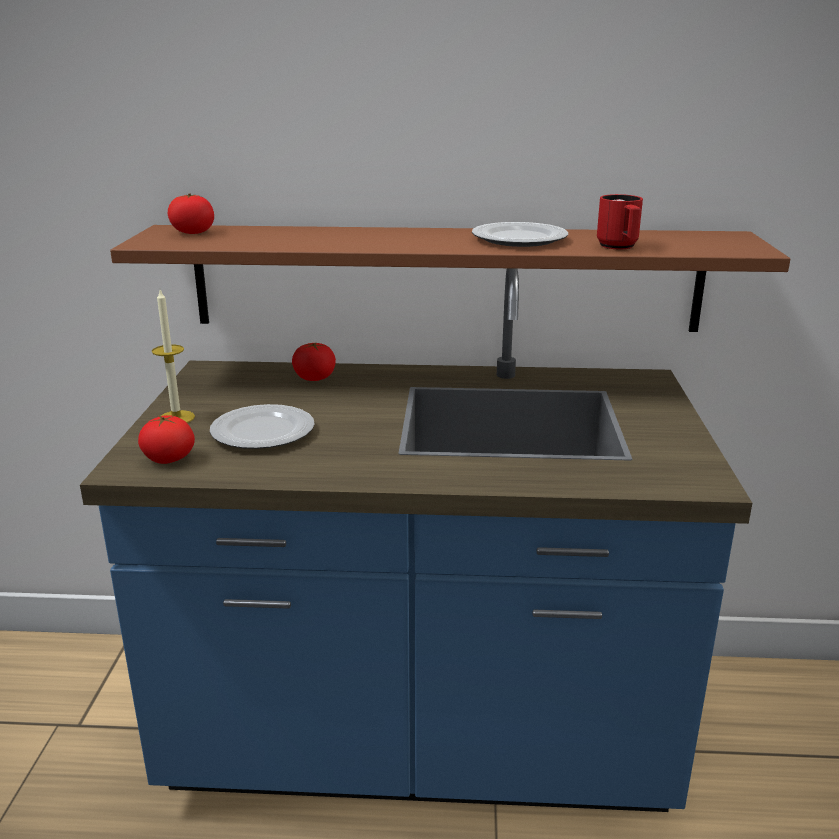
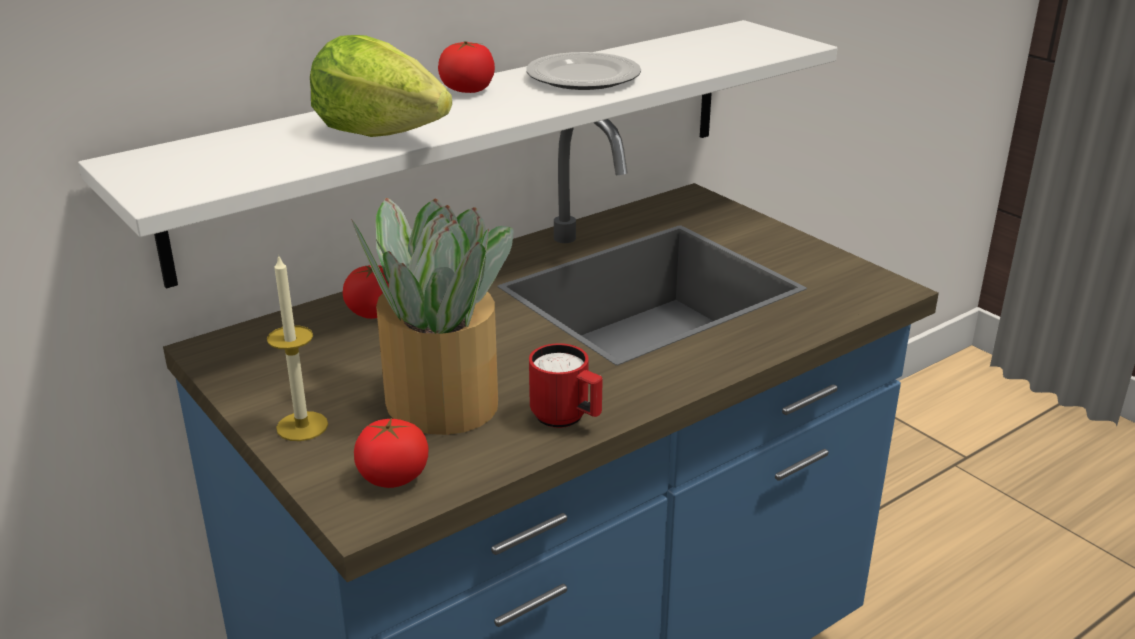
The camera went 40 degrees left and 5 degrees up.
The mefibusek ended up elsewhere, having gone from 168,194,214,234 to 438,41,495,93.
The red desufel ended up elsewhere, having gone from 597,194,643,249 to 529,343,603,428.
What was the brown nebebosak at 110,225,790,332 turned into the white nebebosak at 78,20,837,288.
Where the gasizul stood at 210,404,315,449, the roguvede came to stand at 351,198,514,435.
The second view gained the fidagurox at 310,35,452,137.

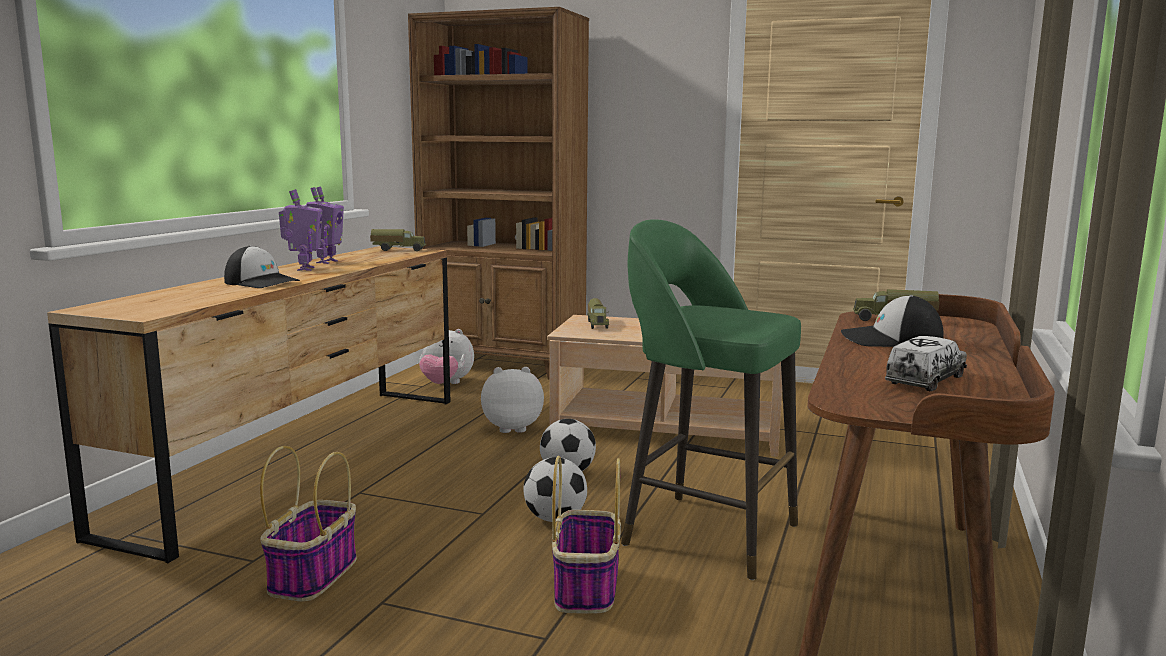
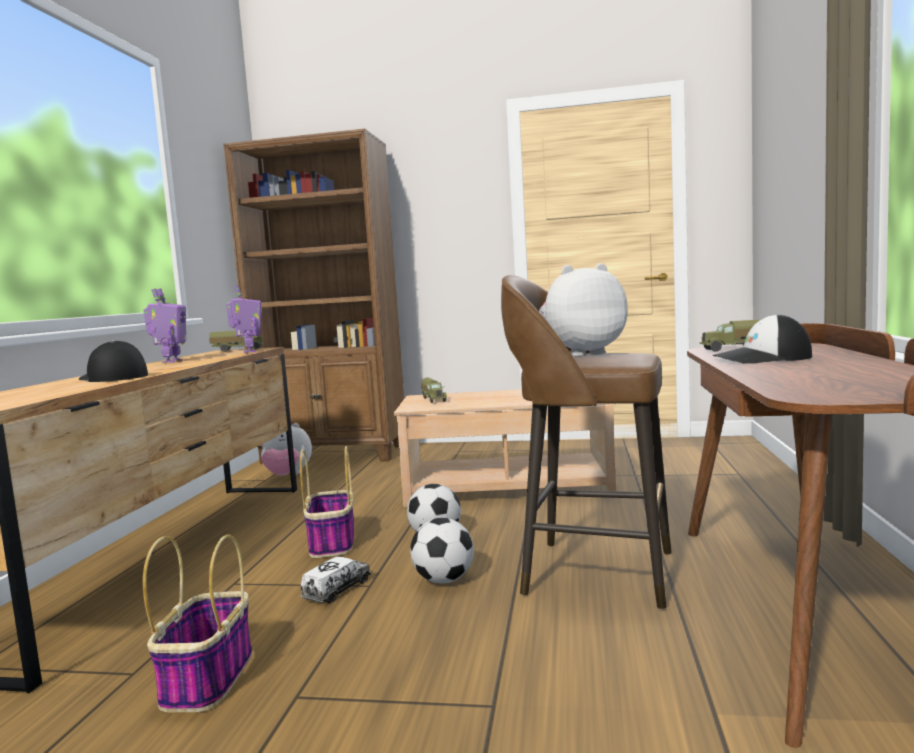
The camera went 10 degrees left and 5 degrees down.
The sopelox ended up elsewhere, having gone from 279,189,322,271 to 226,285,262,353.
What was the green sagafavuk at 621,219,801,580 turned into the brown sagafavuk at 501,275,672,610.
The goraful at 224,246,300,288 ended up facing another way, 150 degrees counterclockwise from before.
The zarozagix ended up elsewhere, having gone from 885,336,967,391 to 301,557,371,604.
The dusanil ended up elsewhere, having gone from 481,367,544,433 to 539,263,628,357.
The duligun ended up elsewhere, having gone from 552,456,621,614 to 300,446,354,558.

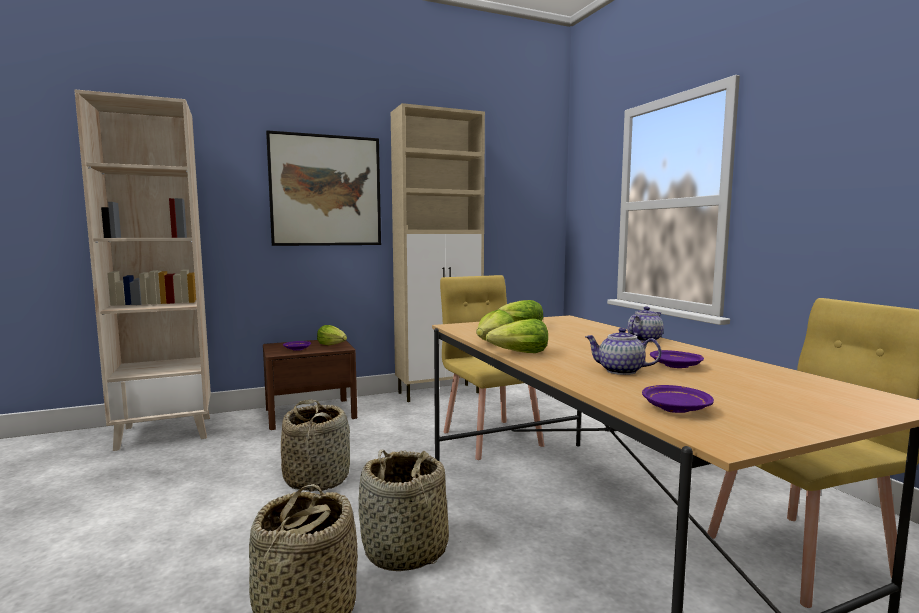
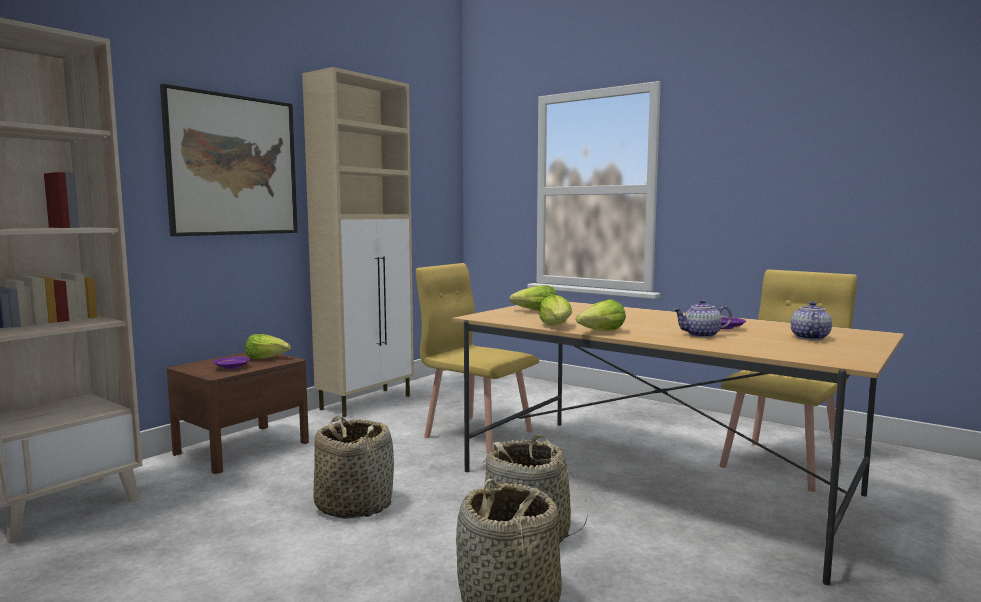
The camera went 30 degrees left and 0 degrees up.
The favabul ended up elsewhere, having gone from 627,306,664,342 to 791,302,832,340.
The second view lost the purple gasizul at 642,385,714,413.

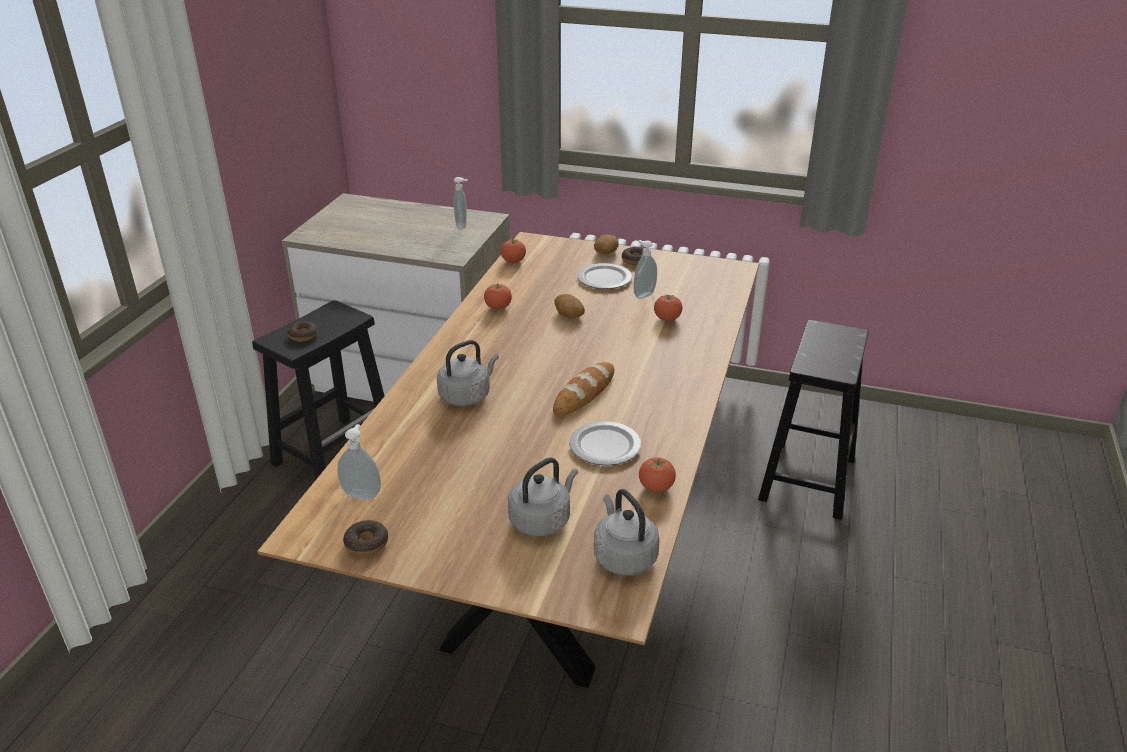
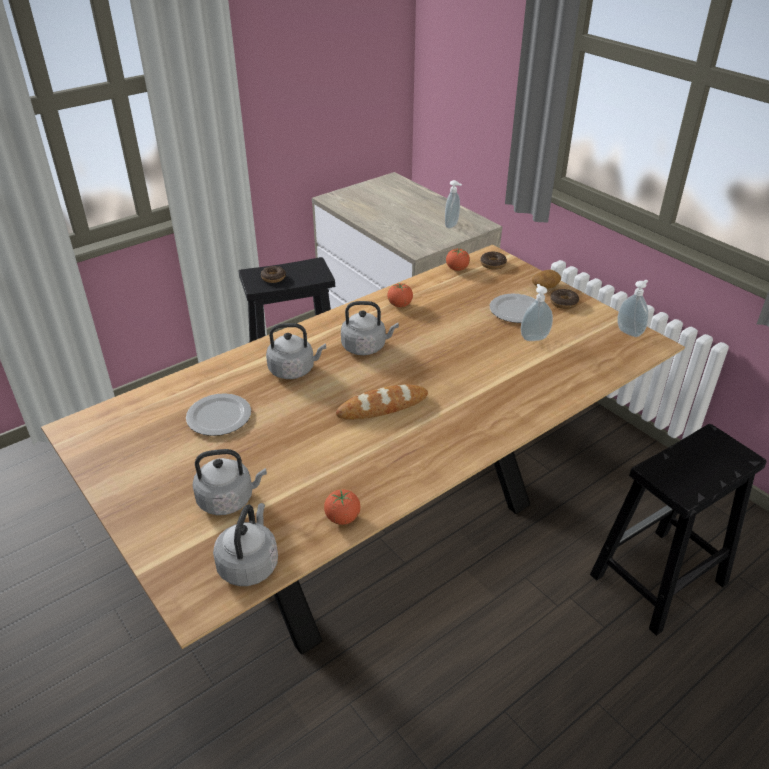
The camera went 35 degrees right and 5 degrees up.
The second view lost the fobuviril at 555,294,585,319.
The second view lost the mefibusek at 654,294,682,321.
The gasizul ended up elsewhere, having gone from 569,421,641,465 to 186,393,251,436.
The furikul ended up elsewhere, having gone from 337,424,381,500 to 618,280,649,337.
The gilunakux ended up elsewhere, having gone from 343,520,388,556 to 480,252,507,270.
The second view gained the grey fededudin at 341,301,399,355.

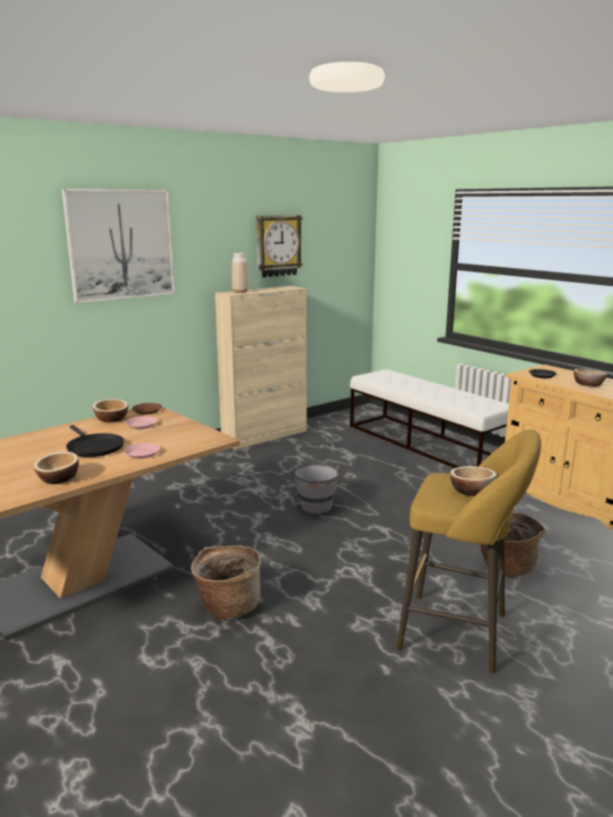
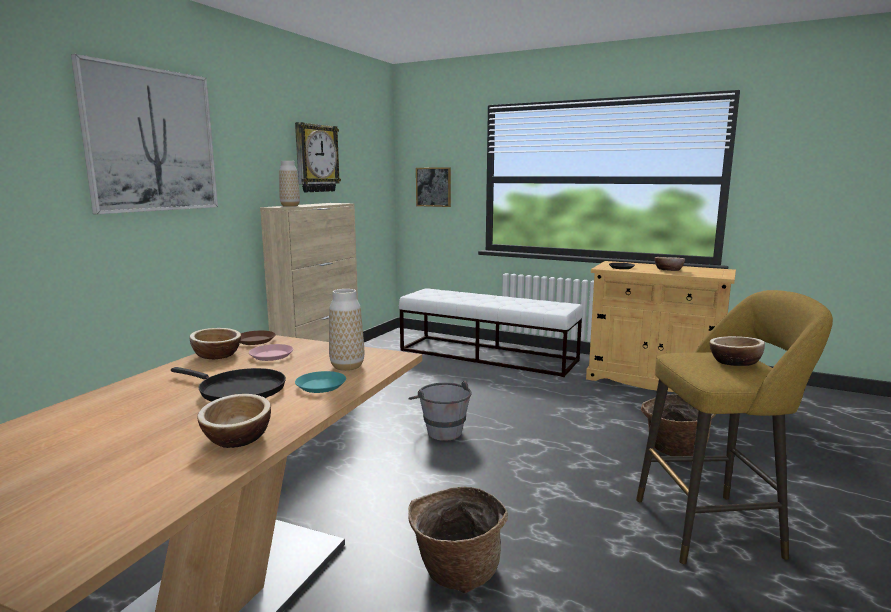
The camera went 25 degrees left and 5 degrees down.
What was the pink gasizul at 124,443,160,459 turned into the turquoise gasizul at 295,371,346,393.
The second view gained the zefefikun at 416,167,451,207.
The second view gained the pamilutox at 329,289,364,371.

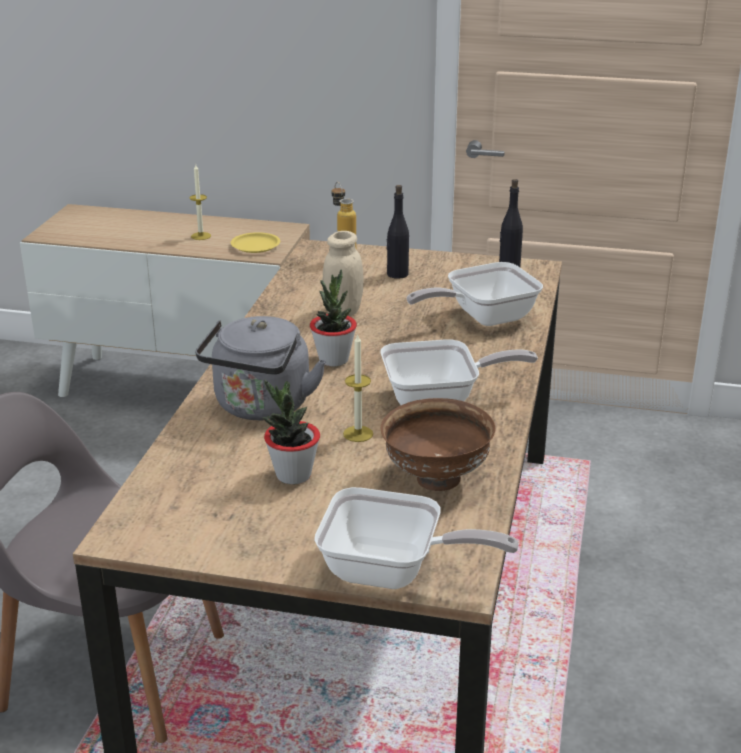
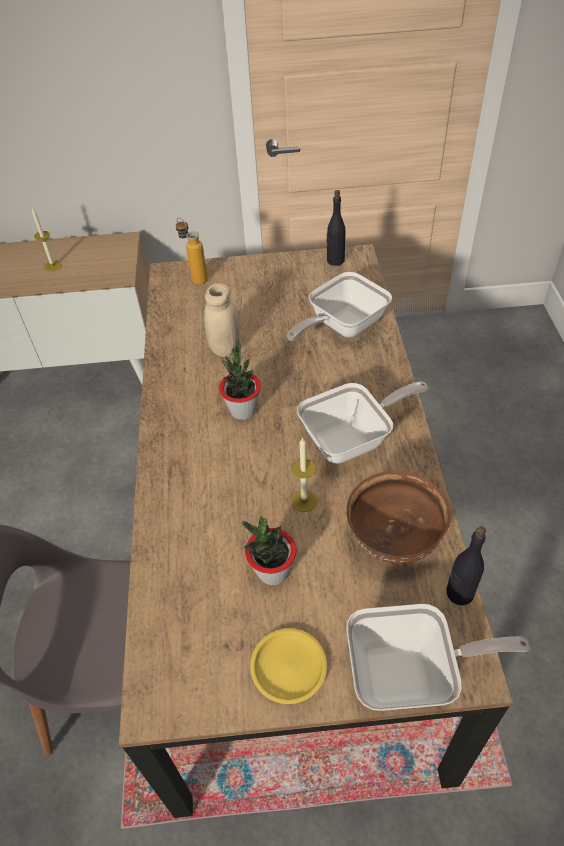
The camera went 15 degrees left and 20 degrees up.
The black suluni ended up elsewhere, having gone from 386,185,409,279 to 446,526,486,605.
The yellow gasizul ended up elsewhere, having gone from 231,232,280,253 to 250,628,327,704.
The second view lost the grey fededudin at 196,316,326,420.

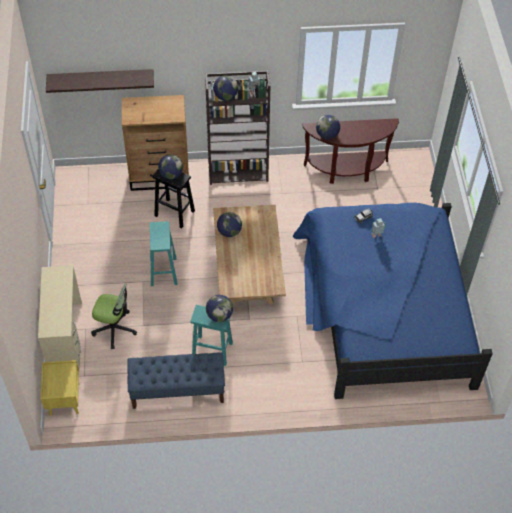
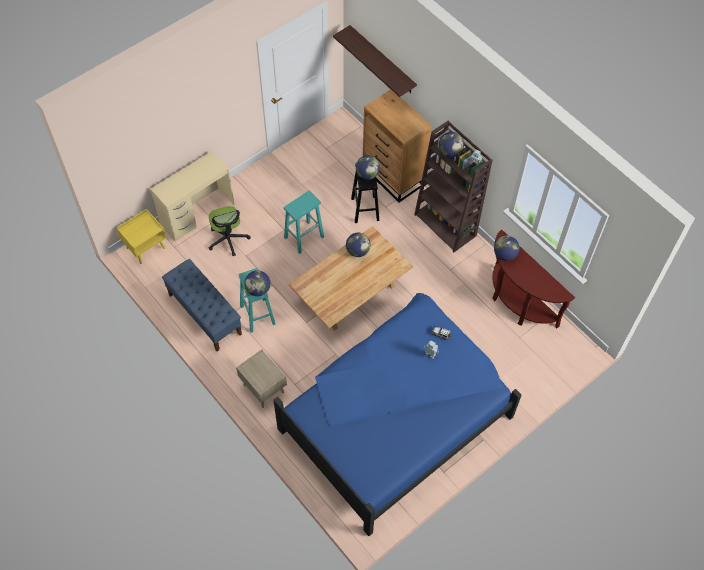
The camera went 55 degrees right and 5 degrees up.
The second view gained the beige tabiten at 236,349,287,408.

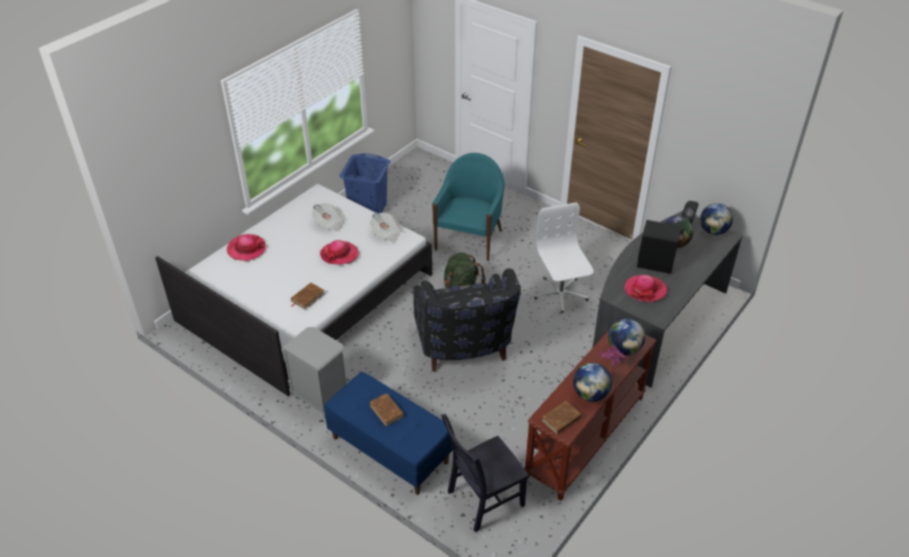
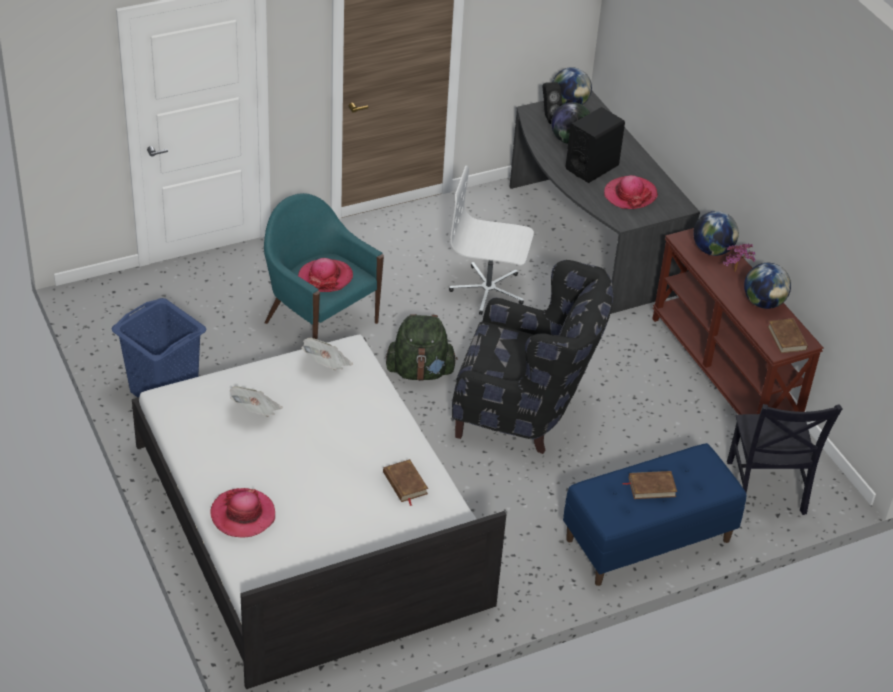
The camera went 65 degrees left and 0 degrees up.
The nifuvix ended up elsewhere, having gone from 320,240,359,264 to 298,258,353,292.
The second view lost the grey tabiten at 282,327,347,418.

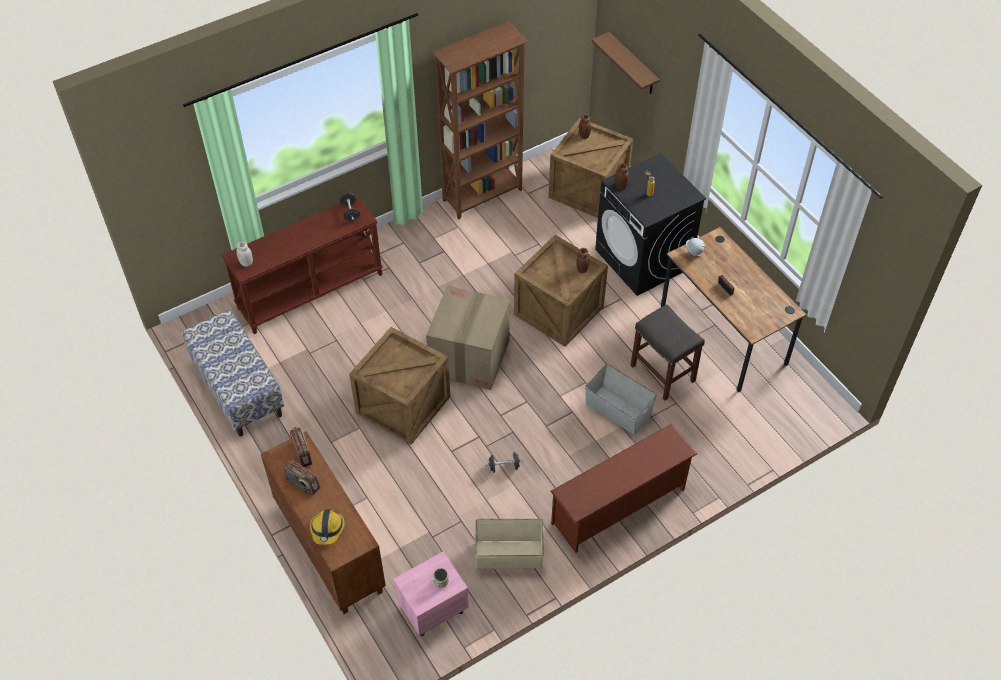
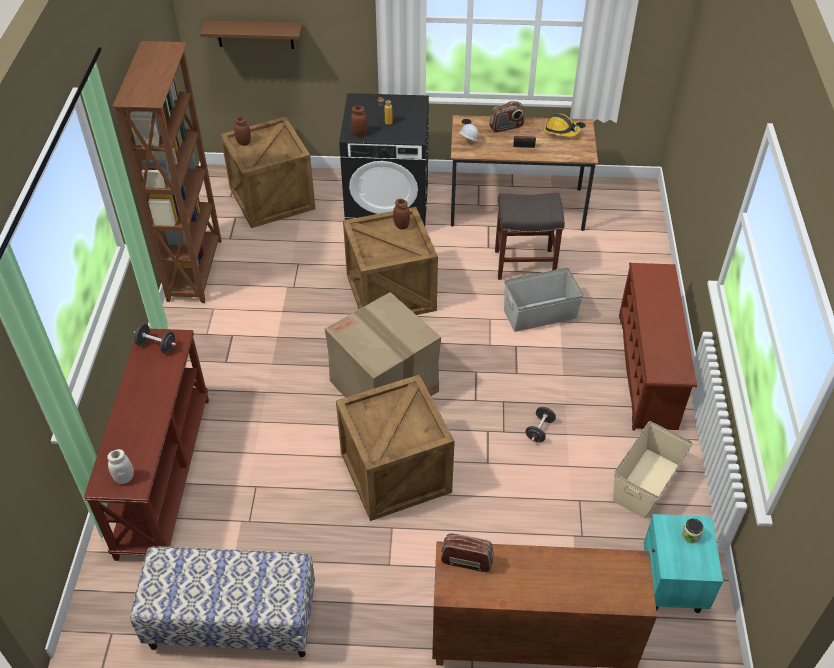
The camera went 55 degrees left and 5 degrees down.
The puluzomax ended up elsewhere, having gone from 284,460,320,496 to 489,101,524,133.
The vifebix ended up elsewhere, having gone from 310,509,345,545 to 544,114,581,137.
What was the pink tabiten at 393,551,469,636 turned into the turquoise tabiten at 643,514,723,613.

